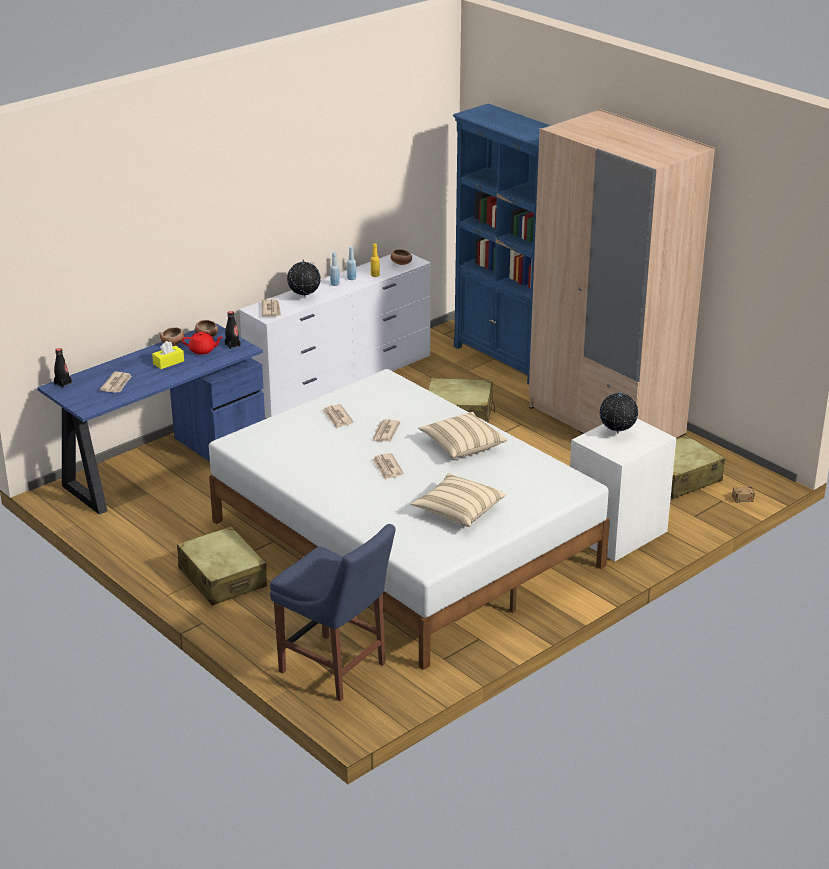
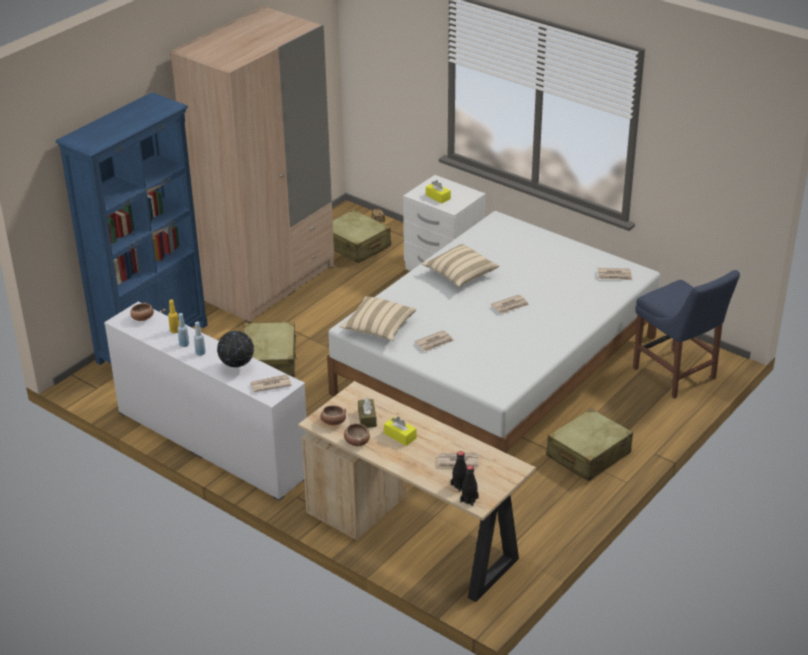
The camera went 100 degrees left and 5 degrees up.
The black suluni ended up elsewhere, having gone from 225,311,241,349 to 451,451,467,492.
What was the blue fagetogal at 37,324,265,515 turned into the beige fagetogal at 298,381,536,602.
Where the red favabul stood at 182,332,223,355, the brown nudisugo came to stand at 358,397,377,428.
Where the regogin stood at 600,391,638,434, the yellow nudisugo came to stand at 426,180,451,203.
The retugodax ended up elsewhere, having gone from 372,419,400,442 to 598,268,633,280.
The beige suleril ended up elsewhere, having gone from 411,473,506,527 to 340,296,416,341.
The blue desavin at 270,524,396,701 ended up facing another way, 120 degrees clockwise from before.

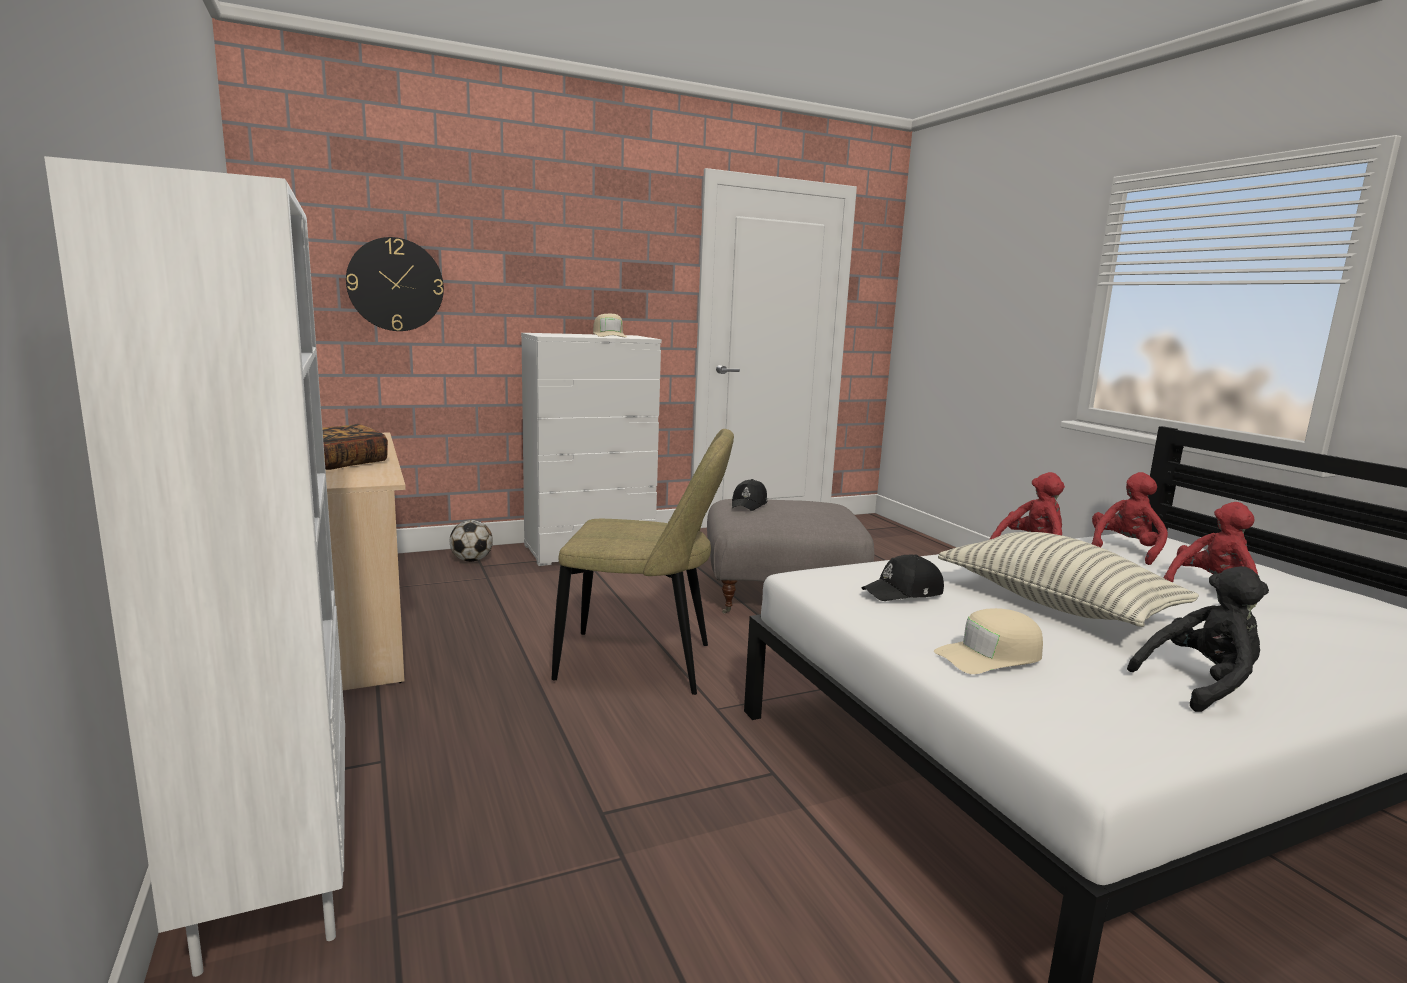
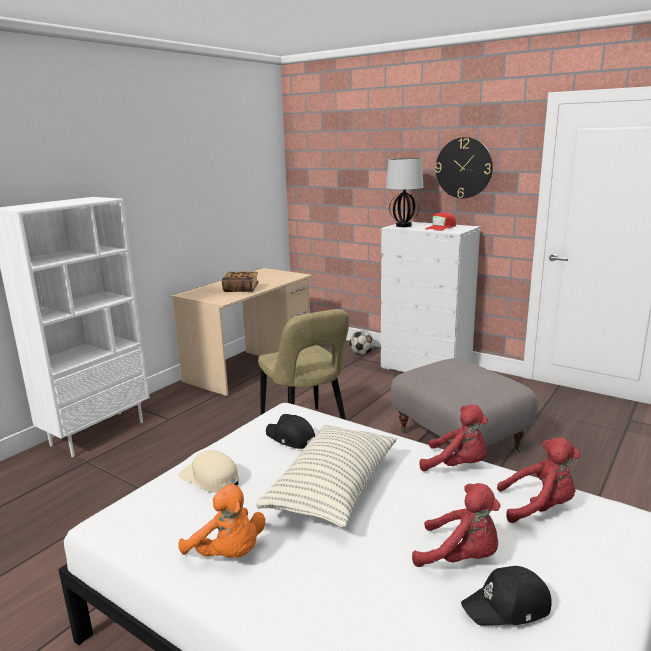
The camera went 60 degrees right and 5 degrees up.
The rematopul ended up elsewhere, having gone from 346,237,444,331 to 435,137,493,198.
What was the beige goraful at 593,314,627,337 turned into the red goraful at 425,212,456,231.
The black goraful ended up elsewhere, having gone from 732,479,767,511 to 461,566,552,626.
What was the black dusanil at 1127,566,1269,712 turned into the orange dusanil at 179,484,265,558.
The second view gained the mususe at 386,158,423,227.

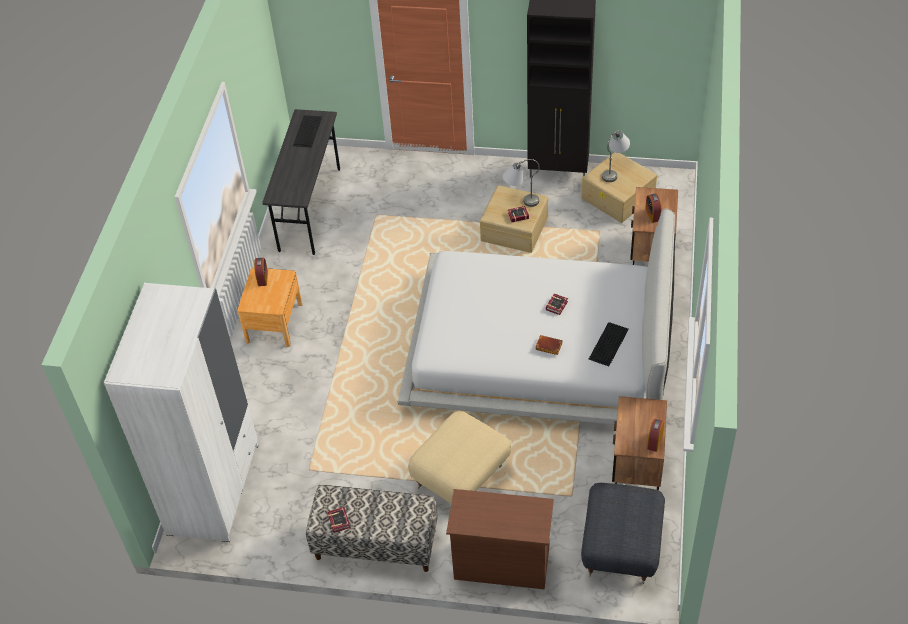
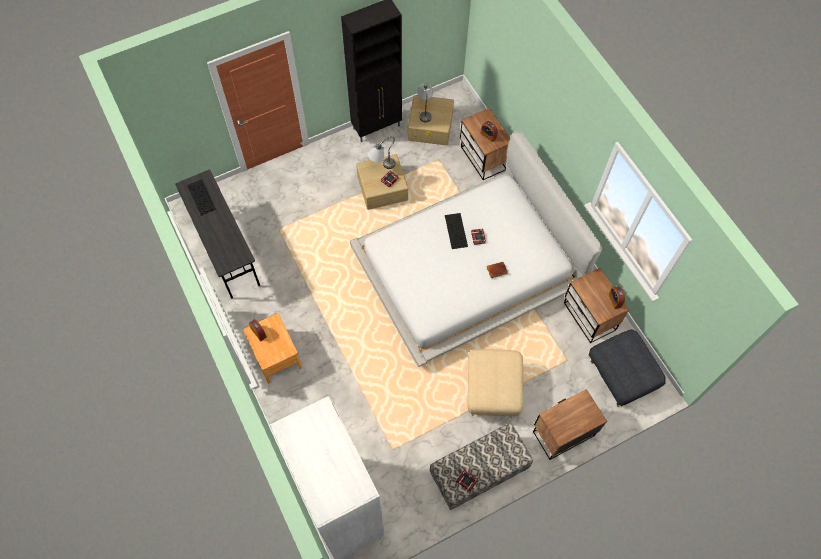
The camera went 40 degrees left and 15 degrees up.
The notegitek ended up elsewhere, having gone from 589,322,629,366 to 445,213,468,249.
Where the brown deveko stood at 446,489,554,589, the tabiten came to stand at 533,389,607,460.

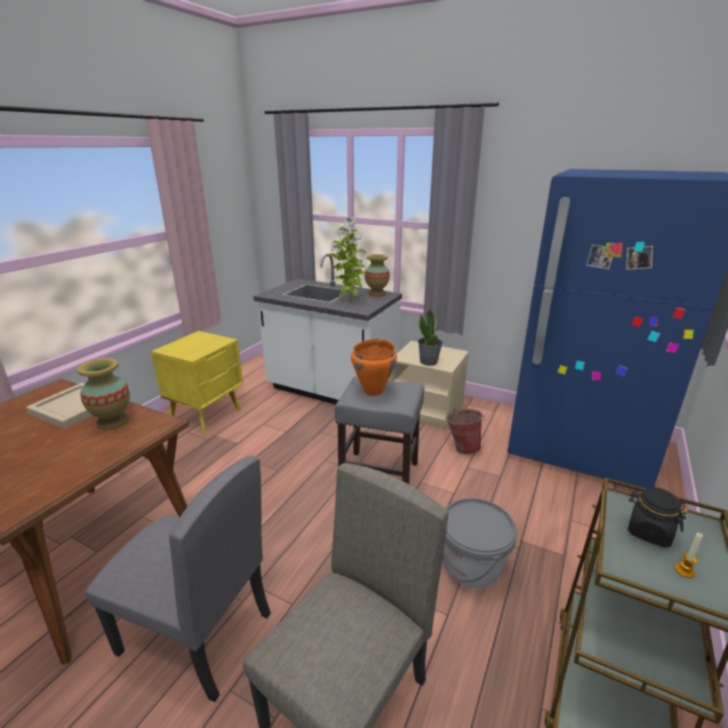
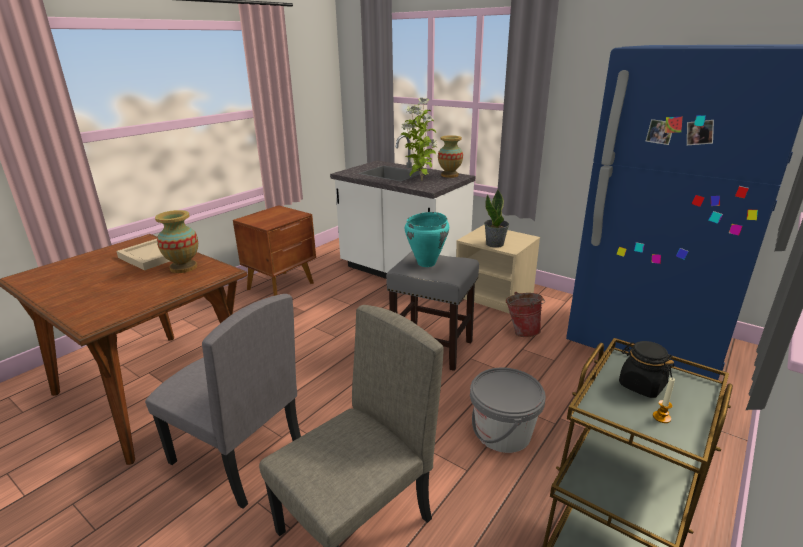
The camera went 10 degrees right and 0 degrees up.
What was the yellow tabiten at 151,331,243,435 turned into the brown tabiten at 233,205,316,296.
What was the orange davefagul at 351,339,397,396 turned into the turquoise davefagul at 405,212,449,267.

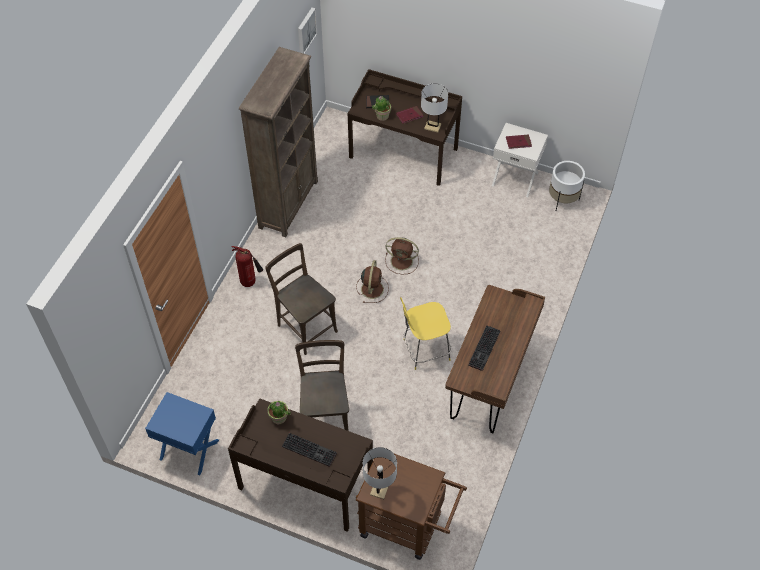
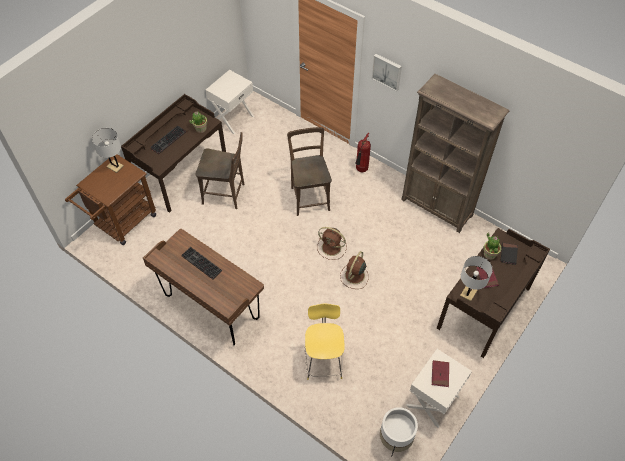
The camera went 105 degrees right and 0 degrees up.
The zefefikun ended up elsewhere, having gone from 298,7,317,54 to 372,54,402,92.
The brown desavin at 265,243,338,355 ended up facing another way, 75 degrees counterclockwise from before.
The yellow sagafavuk ended up elsewhere, having gone from 400,297,452,370 to 305,304,345,380.
What was the blue tabiten at 145,392,219,476 turned into the white tabiten at 206,70,254,135.

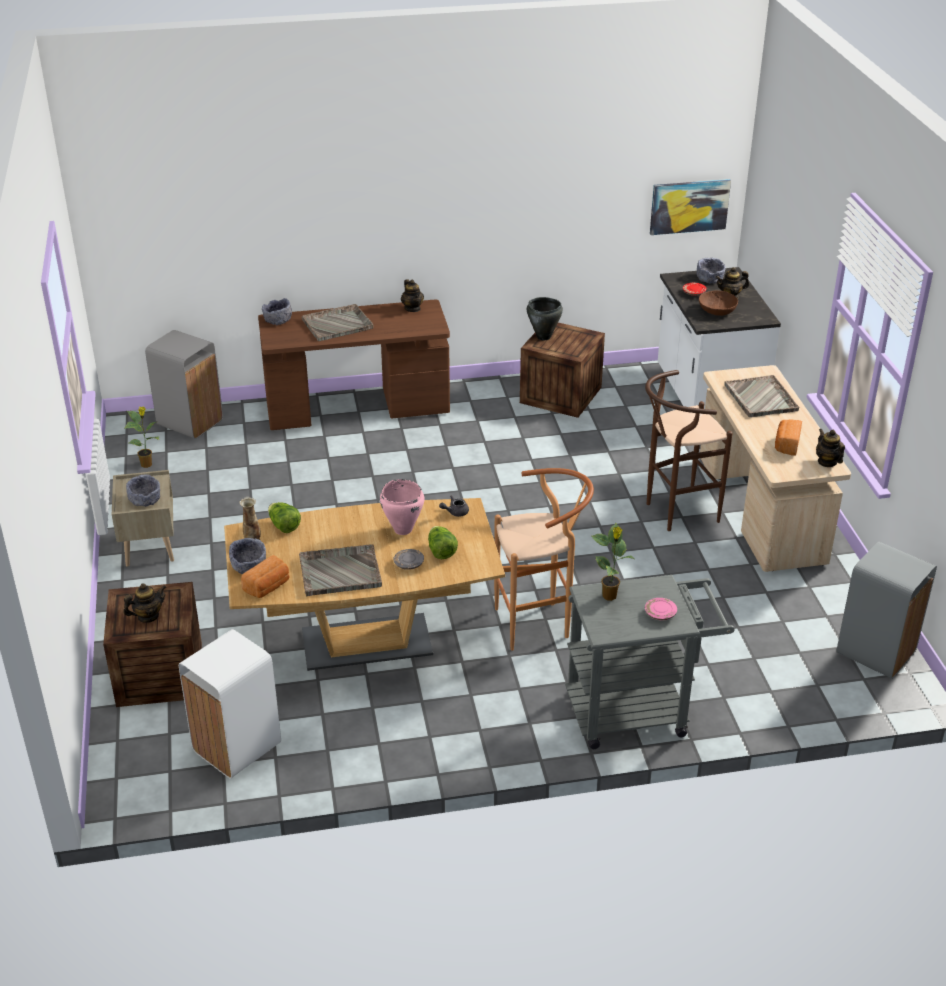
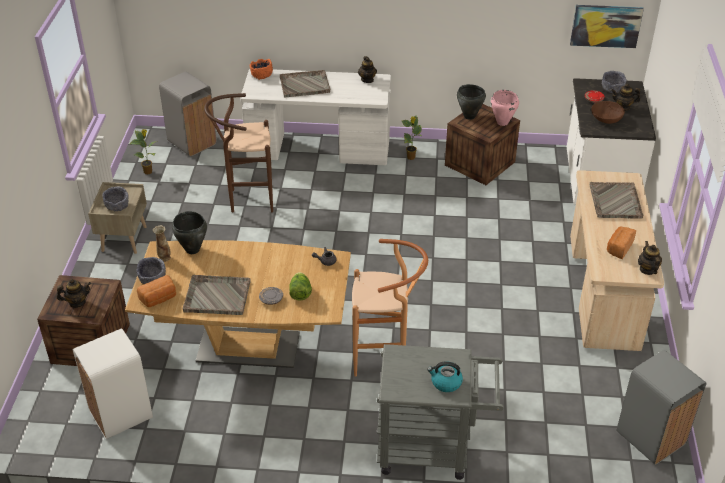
The camera went 15 degrees right and 5 degrees up.
What was the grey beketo at 262,298,292,325 turned into the orange beketo at 250,59,273,80.
What was the brown fagetogal at 258,300,450,430 turned into the white fagetogal at 240,69,391,165.
The brown sagafavuk ended up elsewhere, having gone from 645,370,732,531 to 204,93,273,213.
The pink davefagul ended up elsewhere, having gone from 380,479,424,535 to 491,90,519,126.
Where the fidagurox stood at 268,502,301,533, the black davefagul came to stand at 172,211,207,254.
The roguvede ended up elsewhere, having gone from 591,523,634,601 to 402,115,422,160.
Where the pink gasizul stood at 645,598,677,620, the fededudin came to stand at 427,361,463,392.

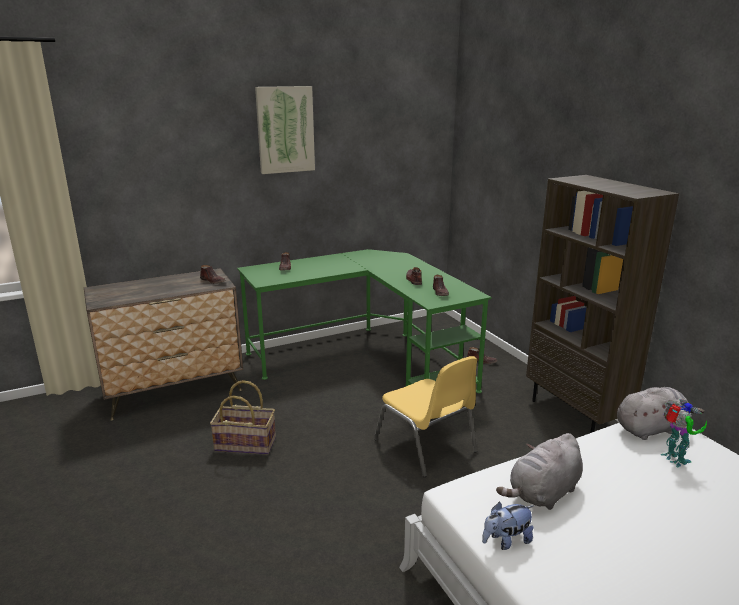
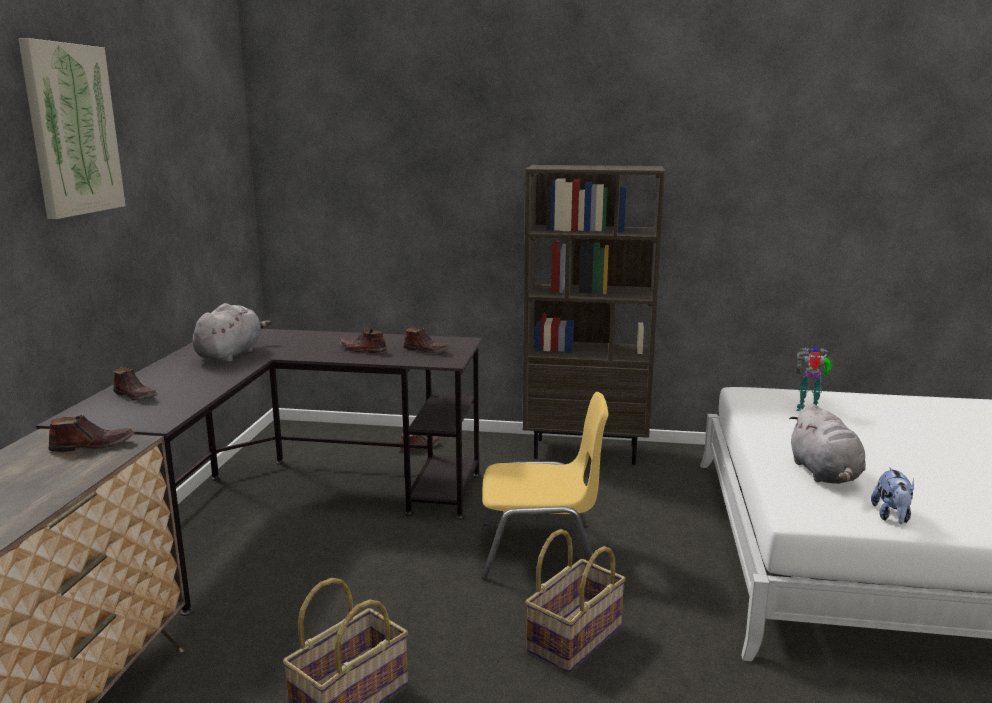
The camera went 55 degrees left and 5 degrees down.
What was the green fagetogal at 237,249,492,393 turned into the black fagetogal at 36,329,482,616.
The grey dusanil ended up elsewhere, having gone from 617,387,704,440 to 192,303,271,362.
The second view gained the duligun at 525,529,626,673.

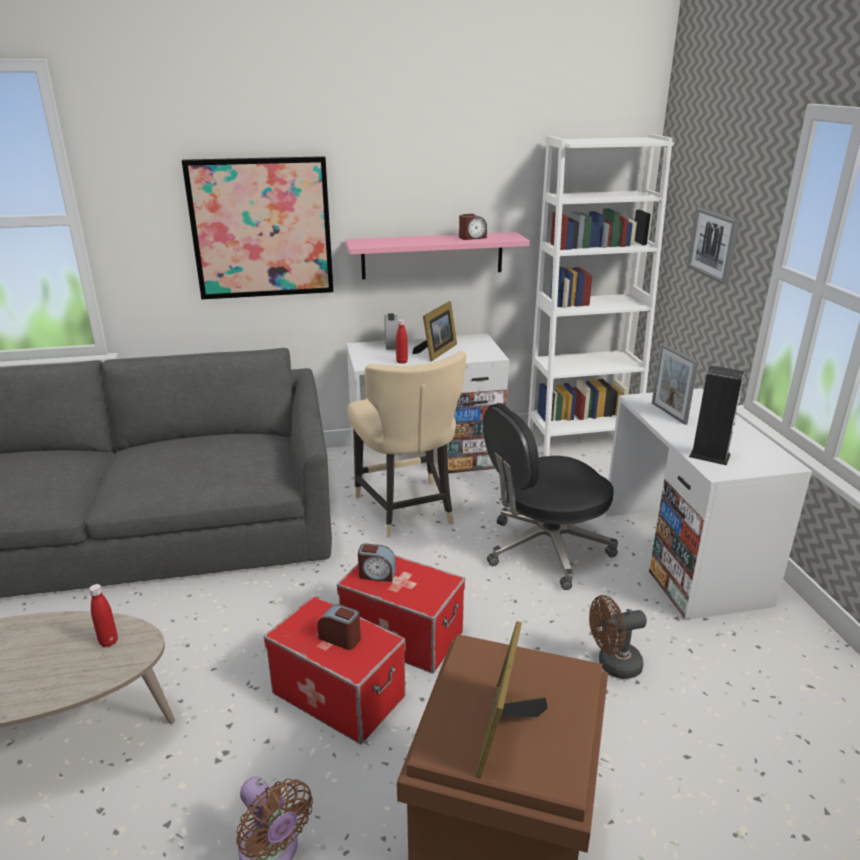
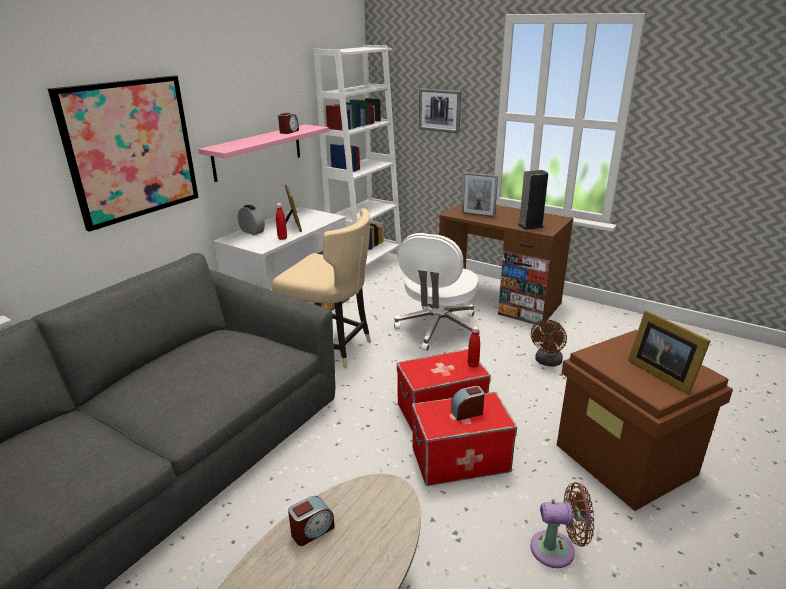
The camera went 45 degrees left and 0 degrees up.
What was the white fagetogal at 604,388,813,619 turned into the brown fagetogal at 439,202,573,326.
What was the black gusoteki at 483,403,618,590 turned into the white gusoteki at 394,233,480,351.
The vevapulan ended up elsewhere, having gone from 358,543,396,582 to 288,496,335,546.
The red suluni ended up elsewhere, having gone from 89,584,118,647 to 468,326,480,367.

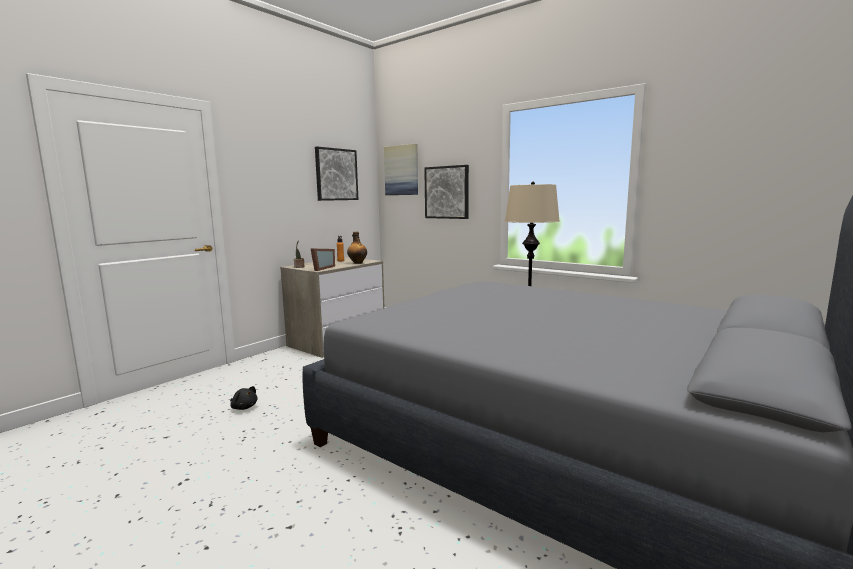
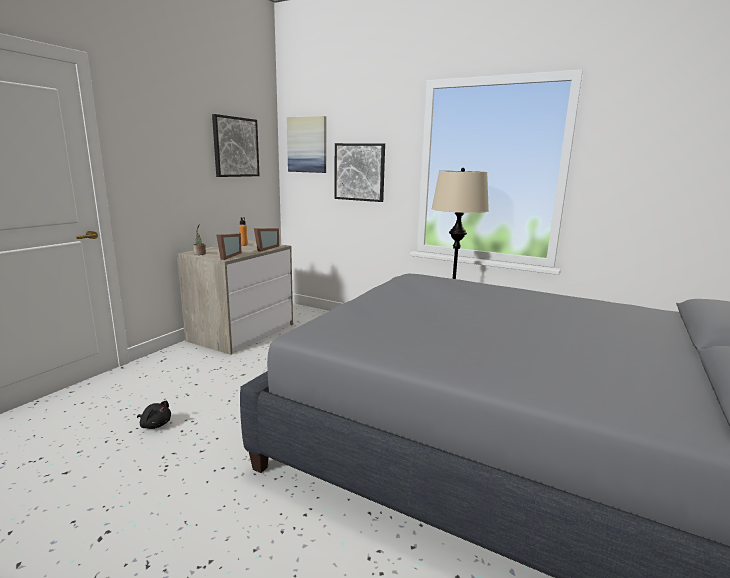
The camera went 10 degrees left and 5 degrees up.
Where the suluni stood at 347,232,367,264, the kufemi came to stand at 254,228,279,252.

